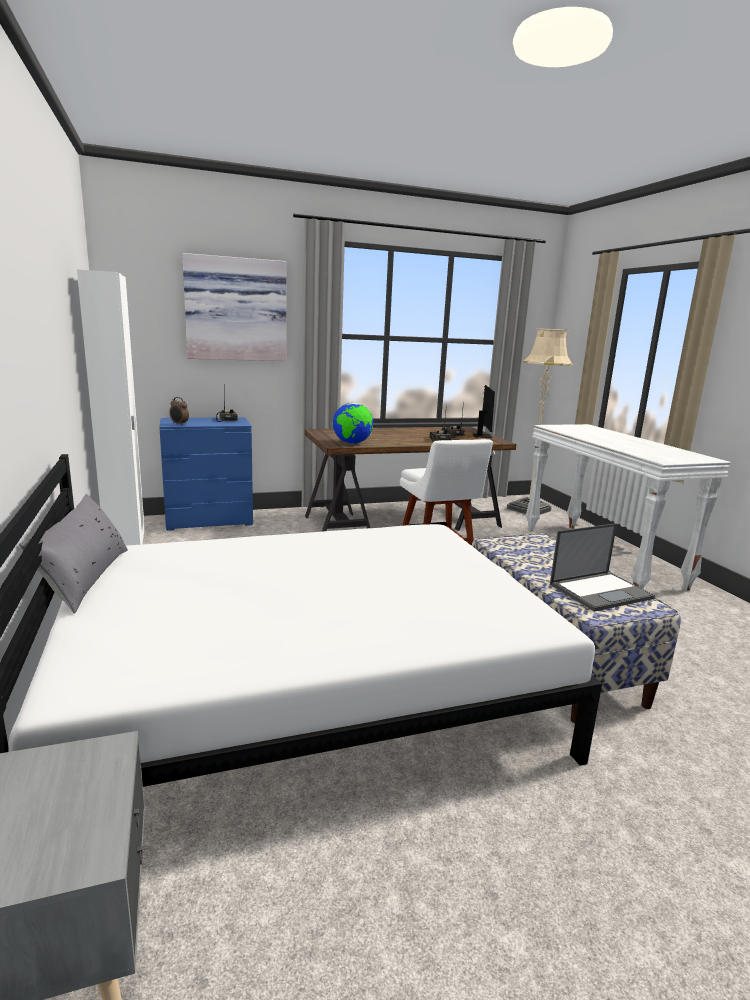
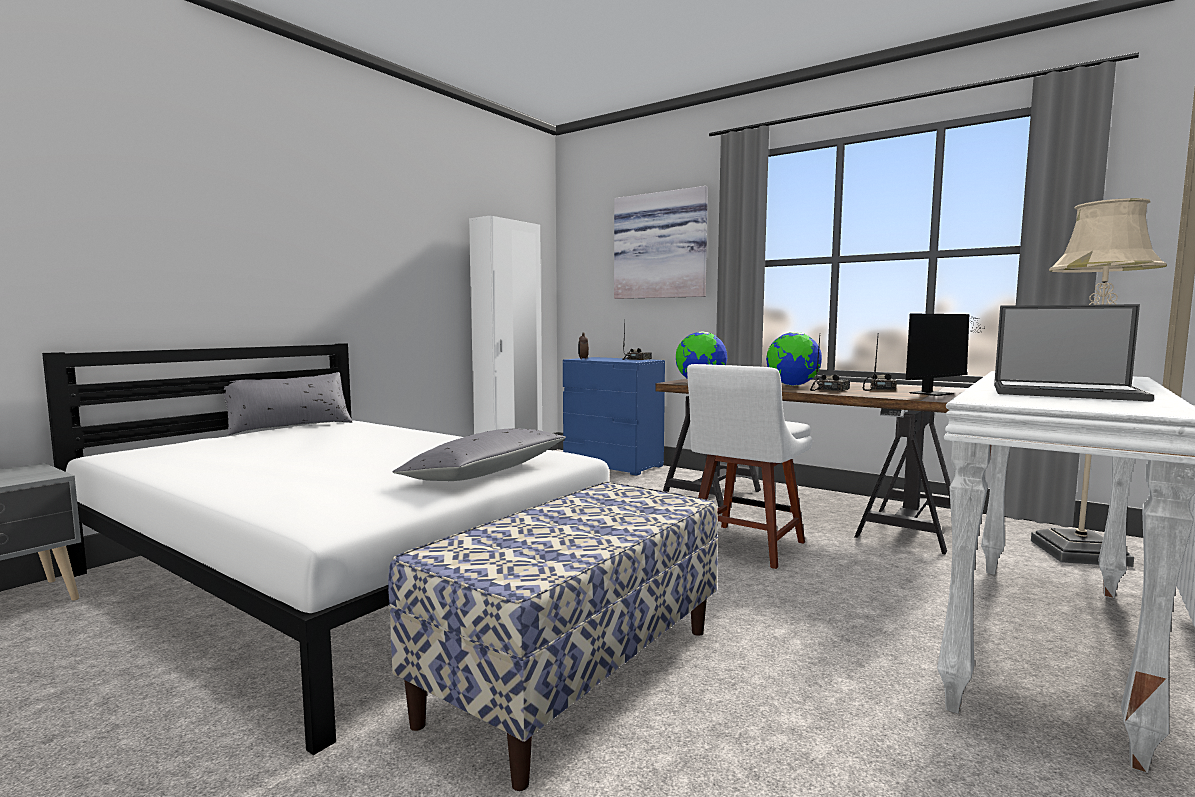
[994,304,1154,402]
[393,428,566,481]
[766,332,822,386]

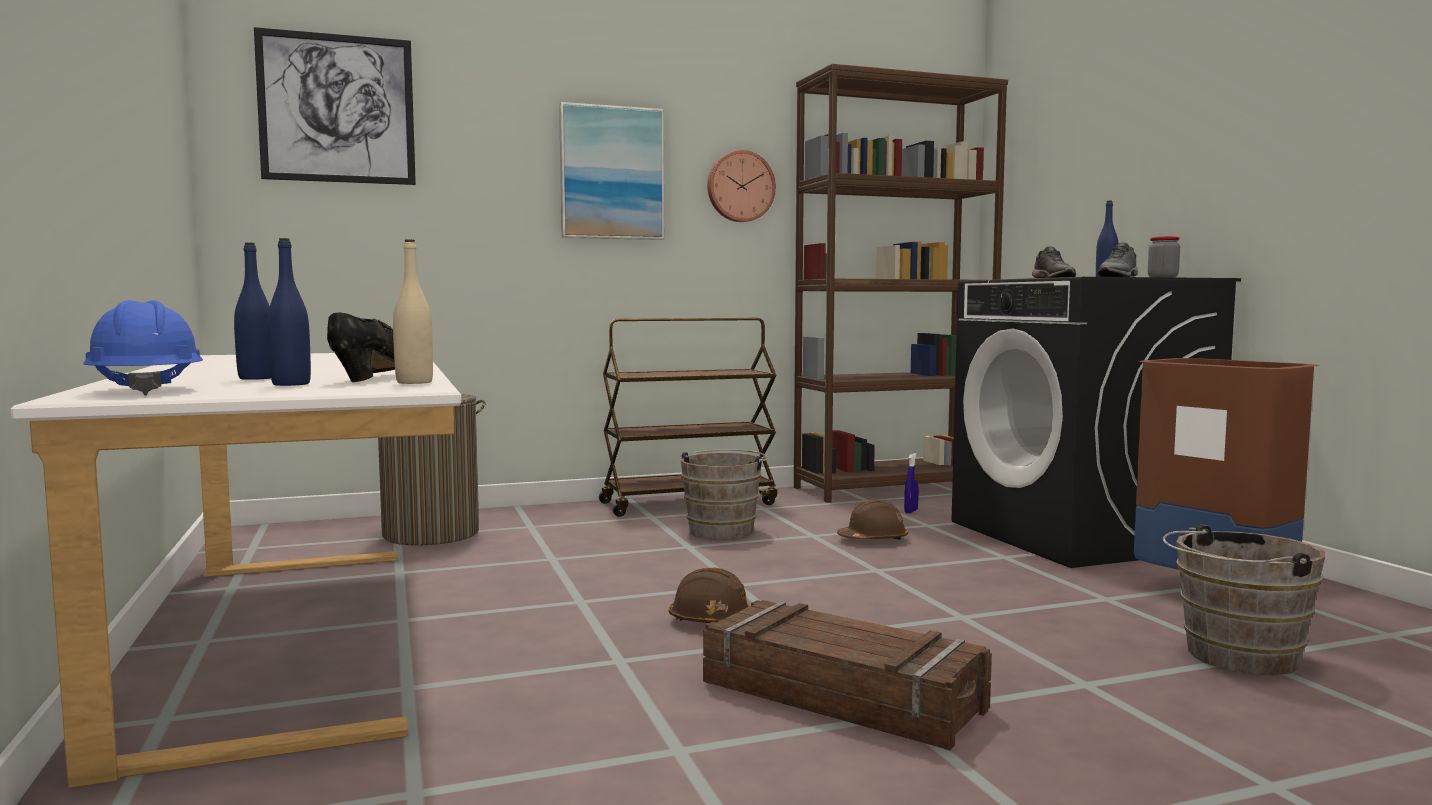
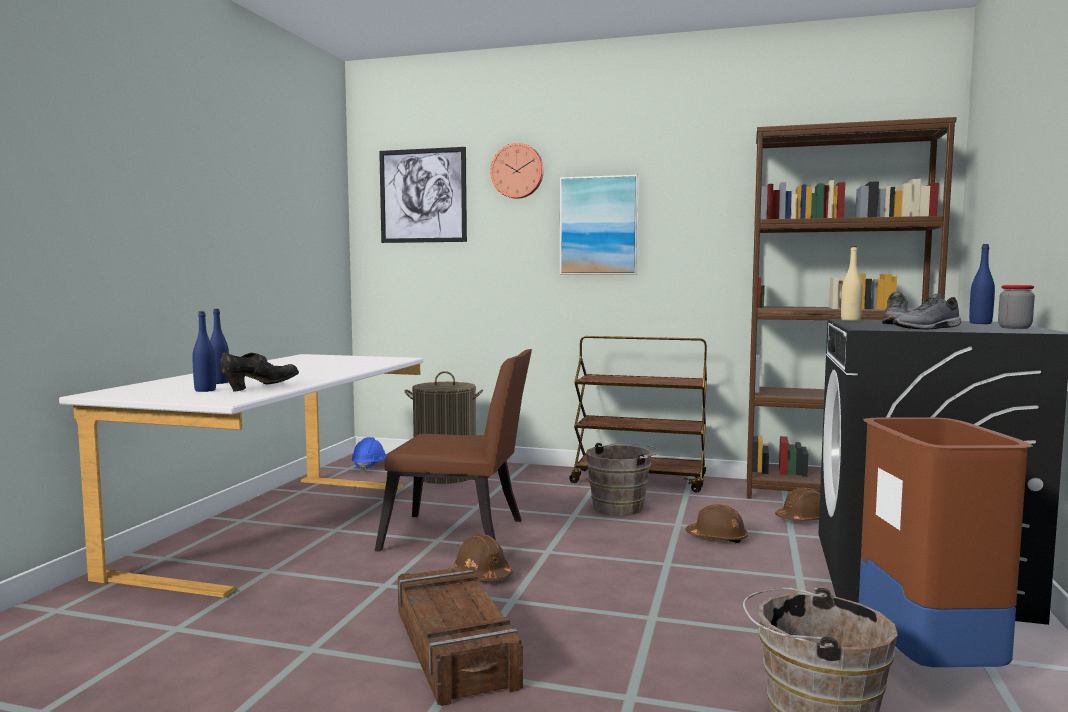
[351,437,387,472]
[841,246,863,321]
[490,143,544,199]
[775,488,820,521]
[375,349,532,552]

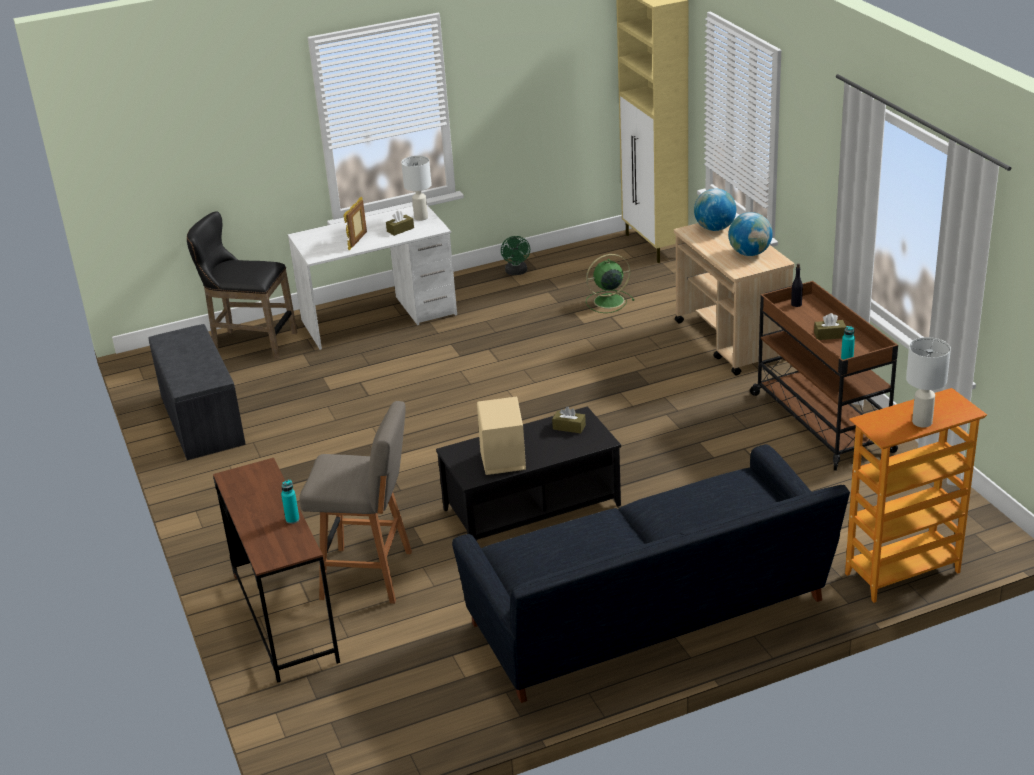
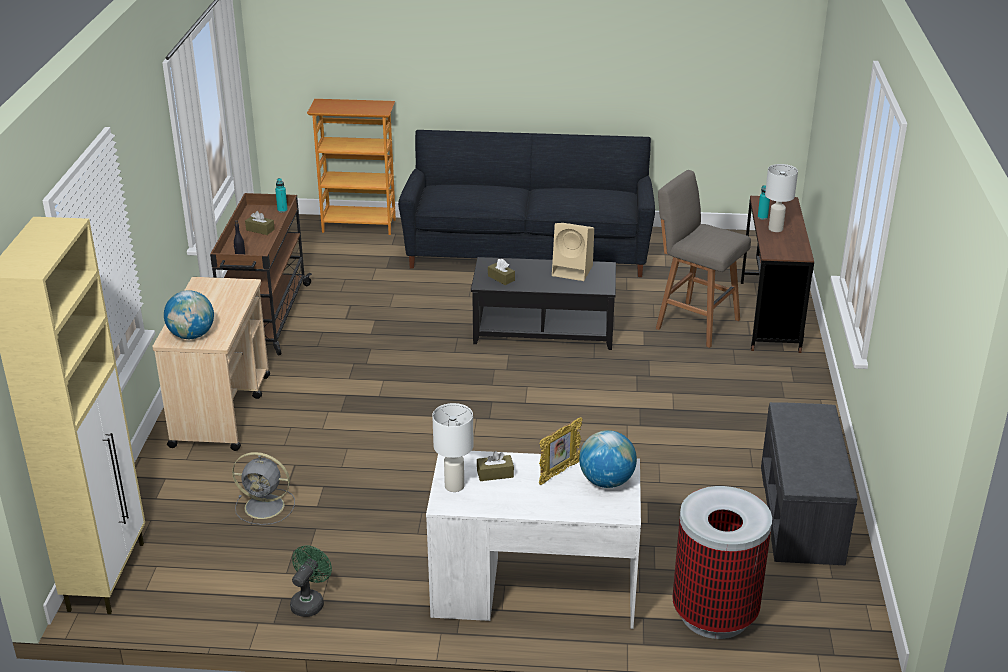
[672,486,772,639]
[232,452,295,525]
[579,430,637,488]
[765,164,798,232]

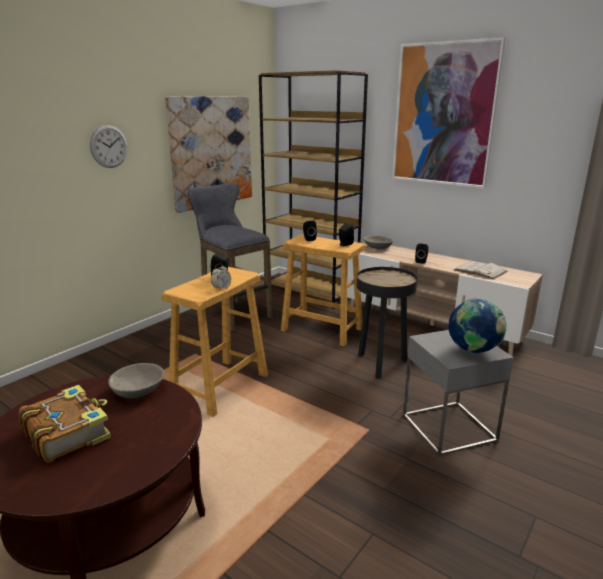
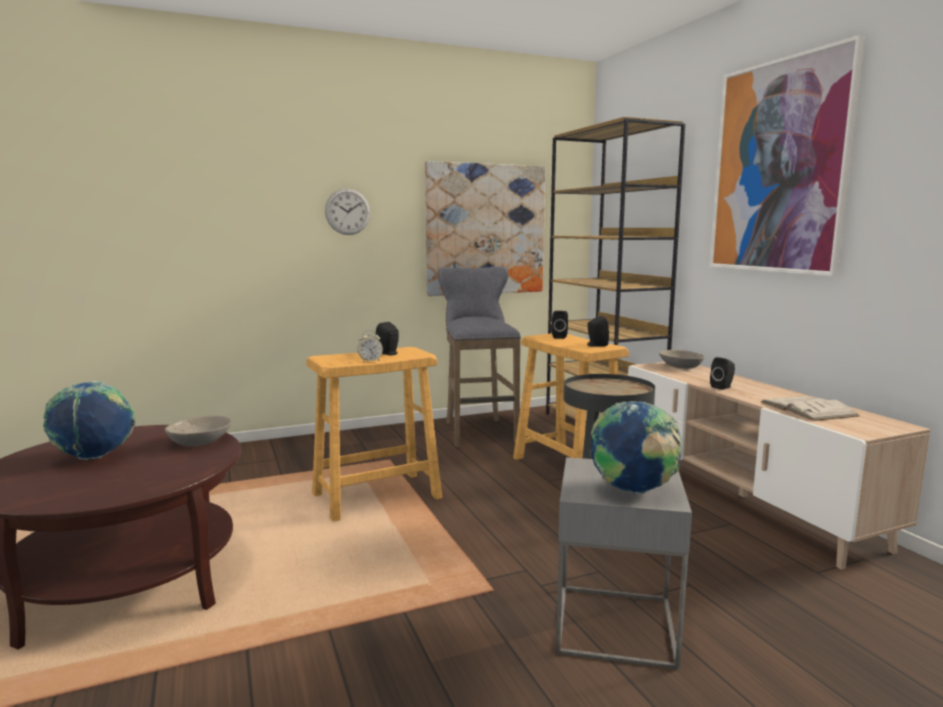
[43,381,135,460]

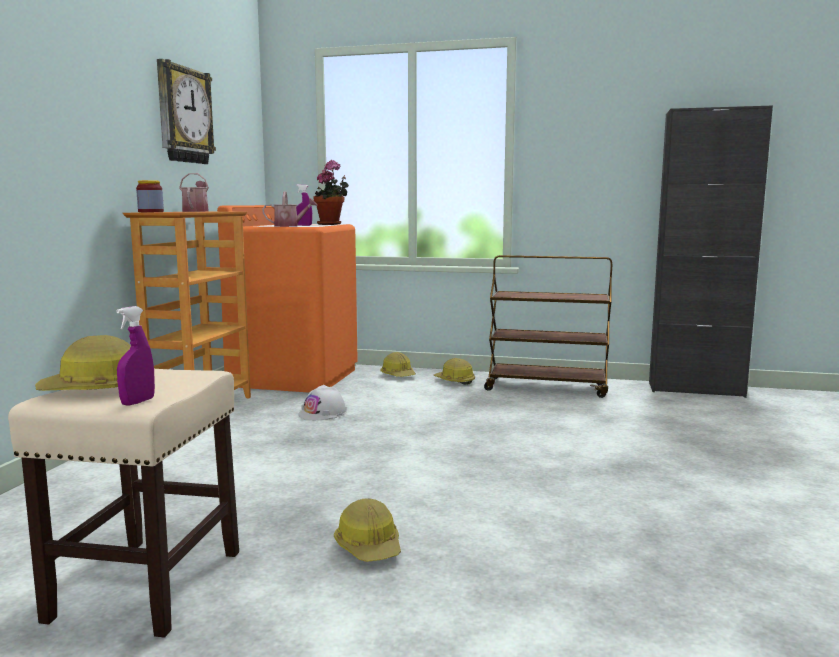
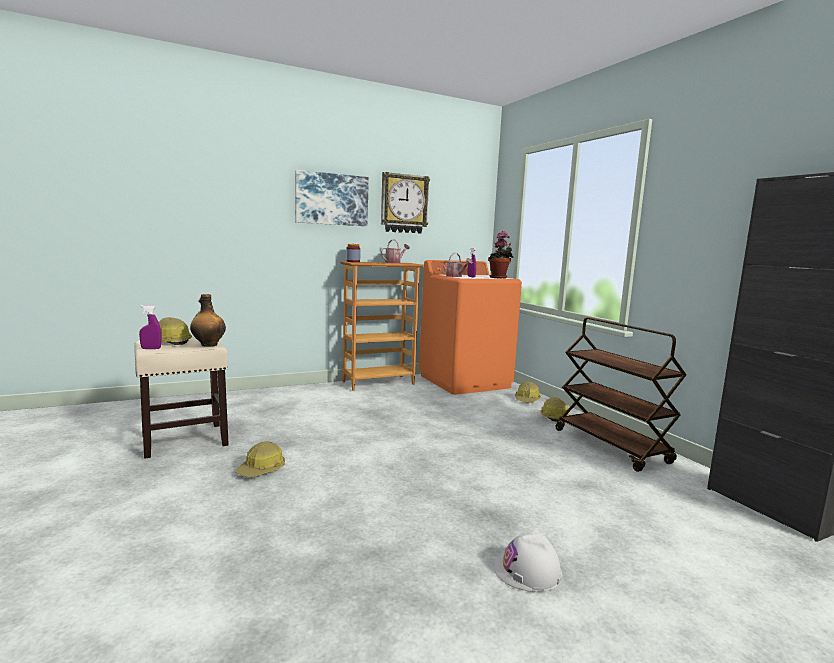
[494,533,563,592]
[190,294,226,347]
[295,170,369,226]

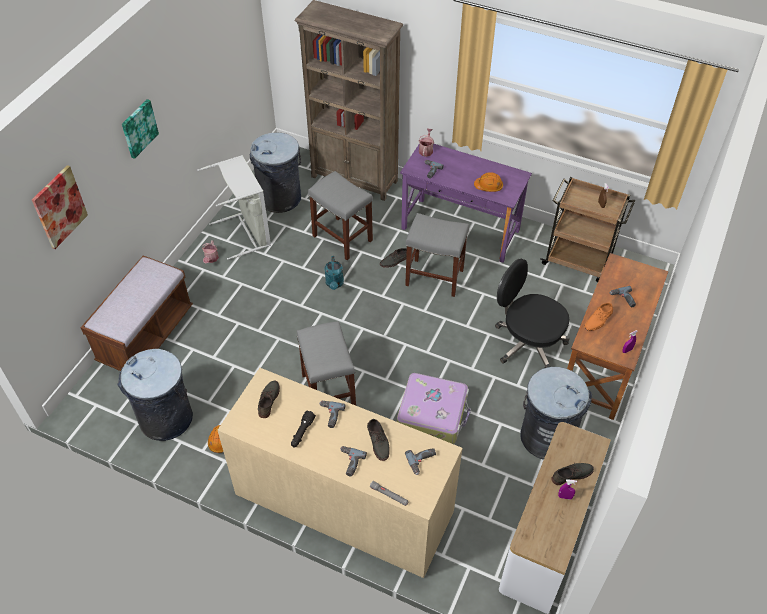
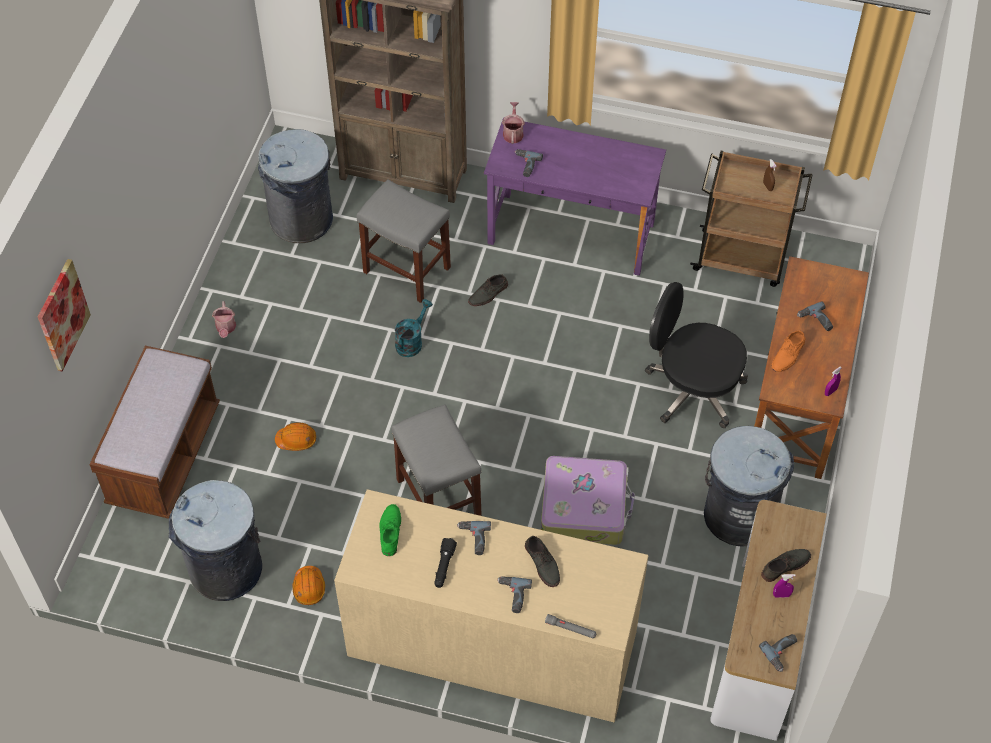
[122,99,159,159] (first image)
[197,155,271,260] (first image)
[380,504,401,556]
[395,299,433,357]
[405,213,469,297] (first image)
[759,634,797,672]
[275,423,316,451]

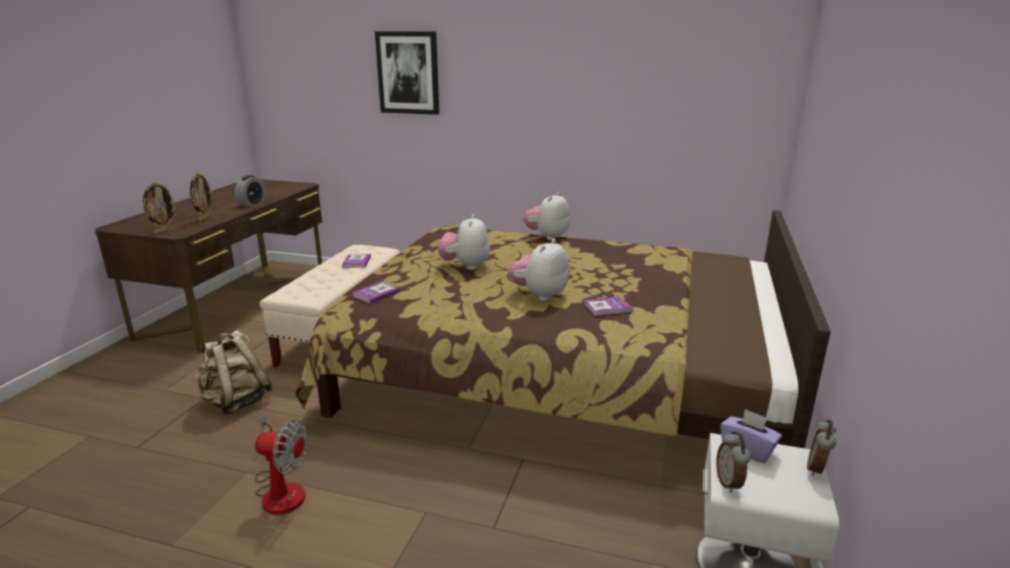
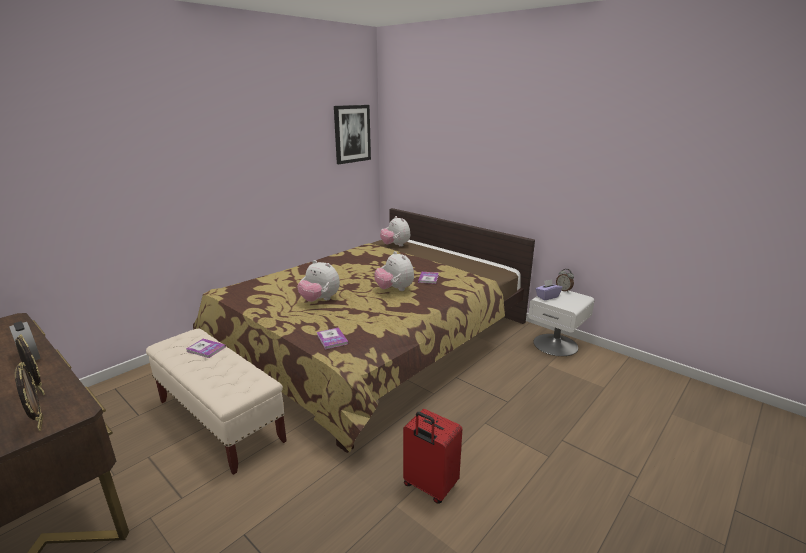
[194,330,272,415] (first image)
[403,409,462,503]
[334,105,371,164]
[380,216,410,247]
[716,432,751,493] (first image)

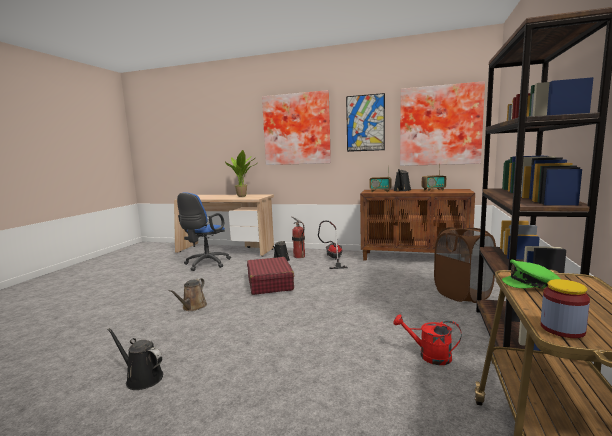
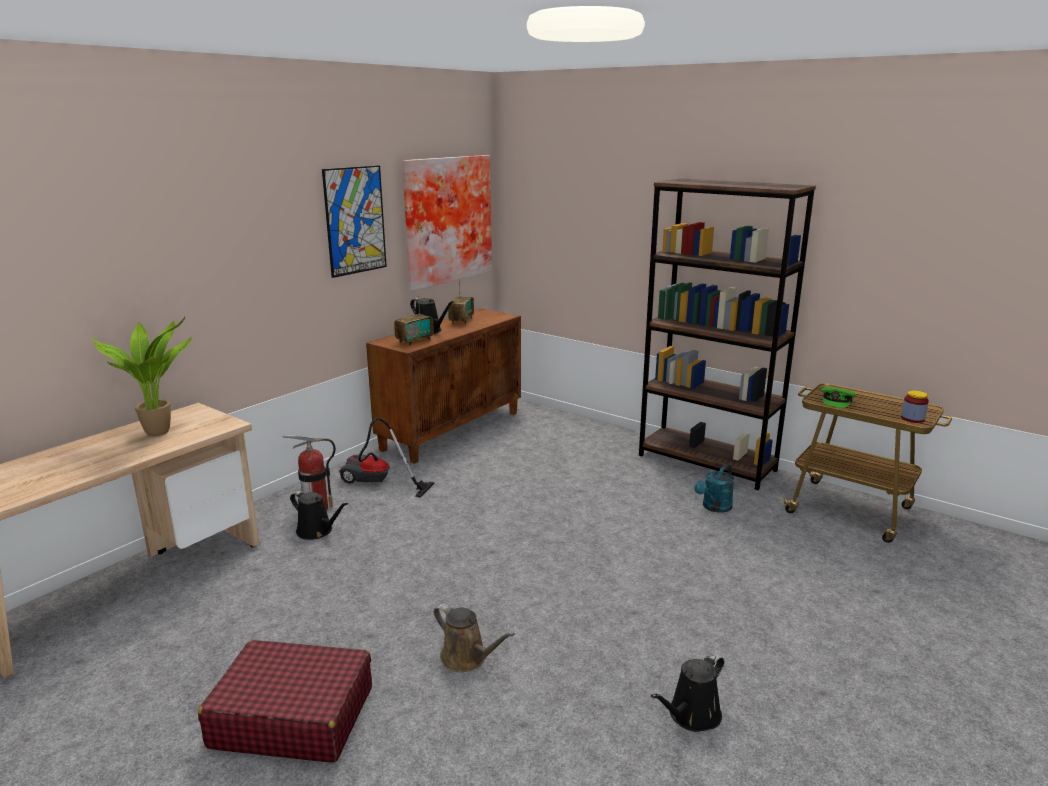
[177,192,231,271] (first image)
[198,640,372,763]
[262,90,331,165] (first image)
[694,464,735,513]
[434,227,496,303] (first image)

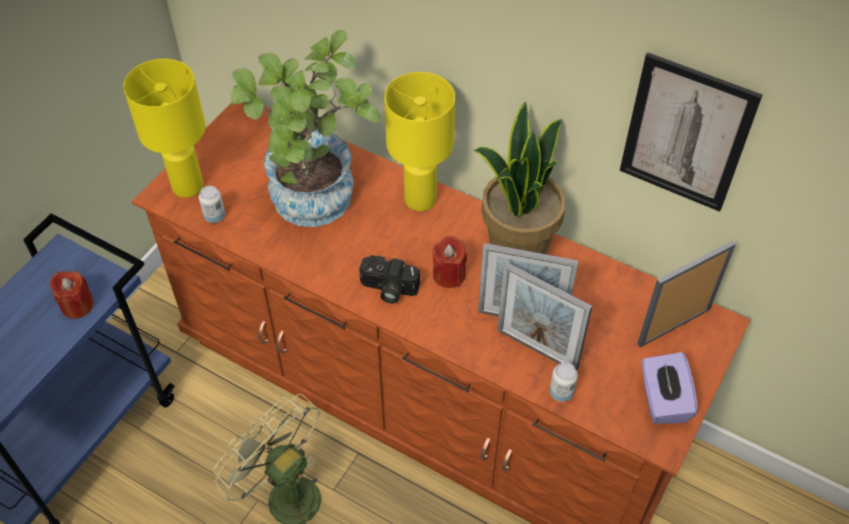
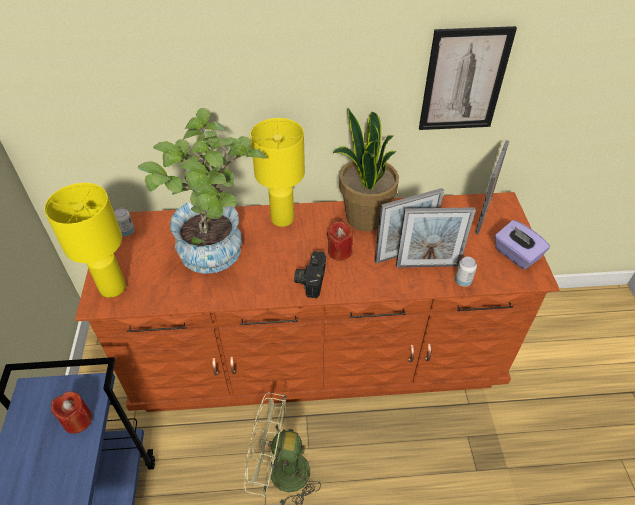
[114,208,135,236]
[294,251,326,298]

